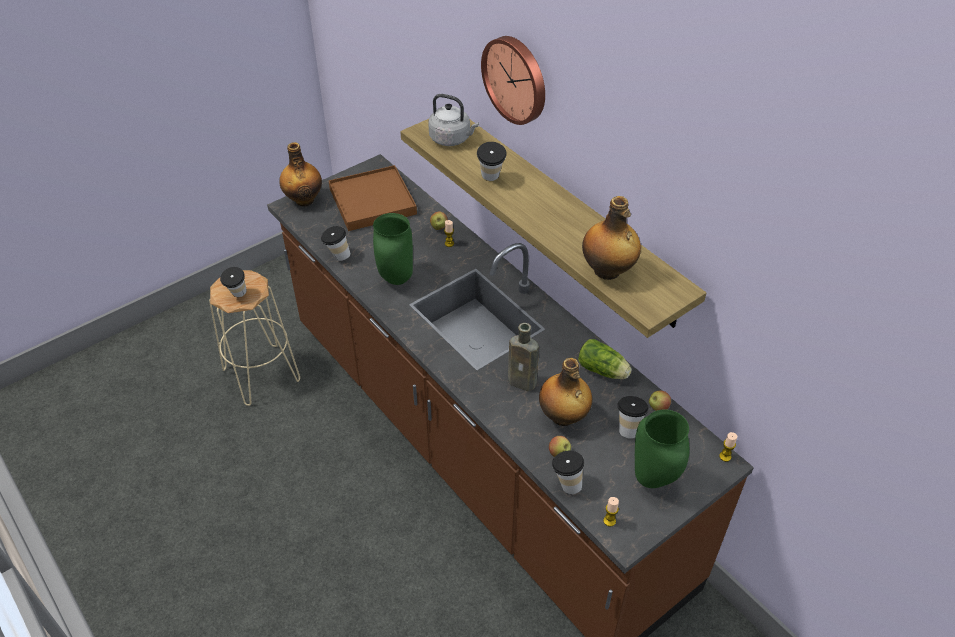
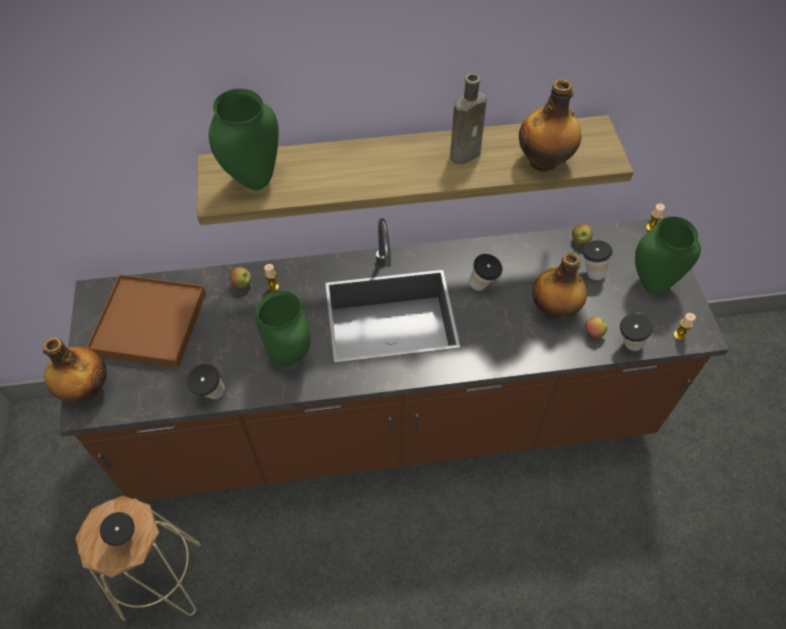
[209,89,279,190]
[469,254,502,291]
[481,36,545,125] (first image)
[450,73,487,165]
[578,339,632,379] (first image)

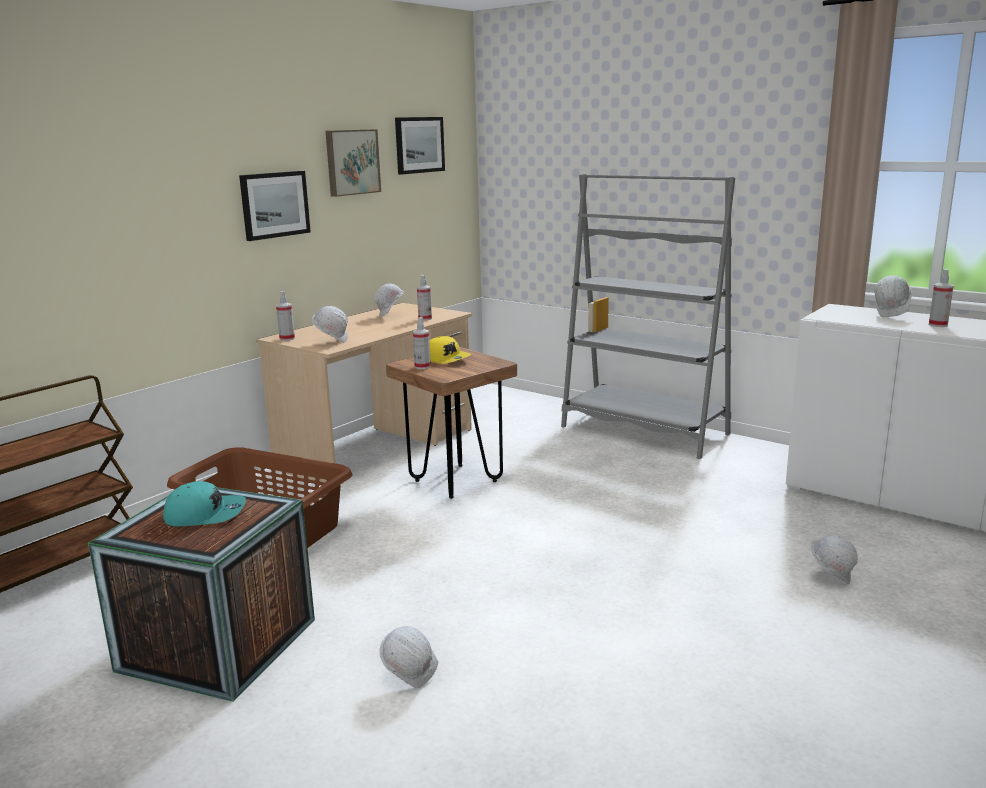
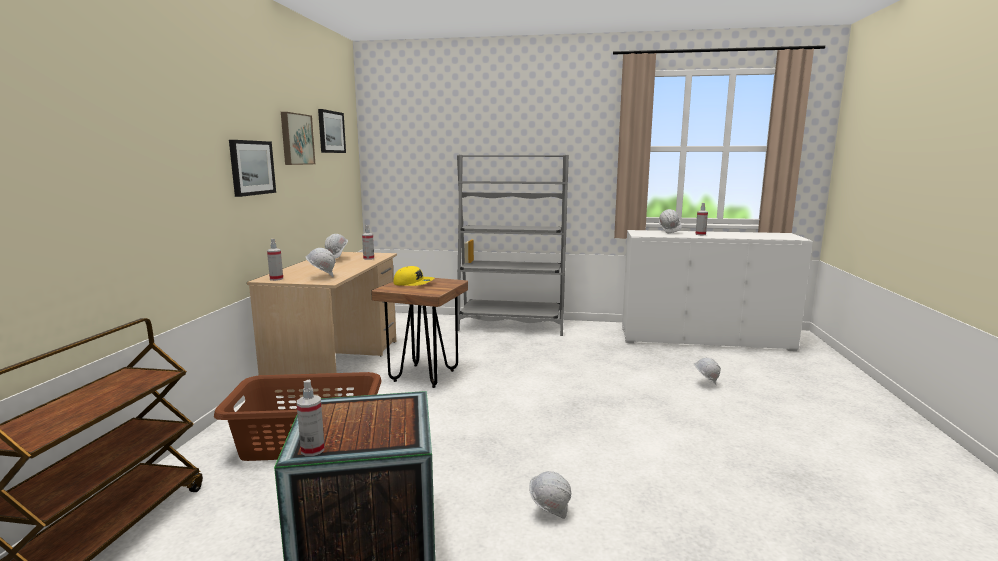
[163,481,246,526] (first image)
[297,380,325,456]

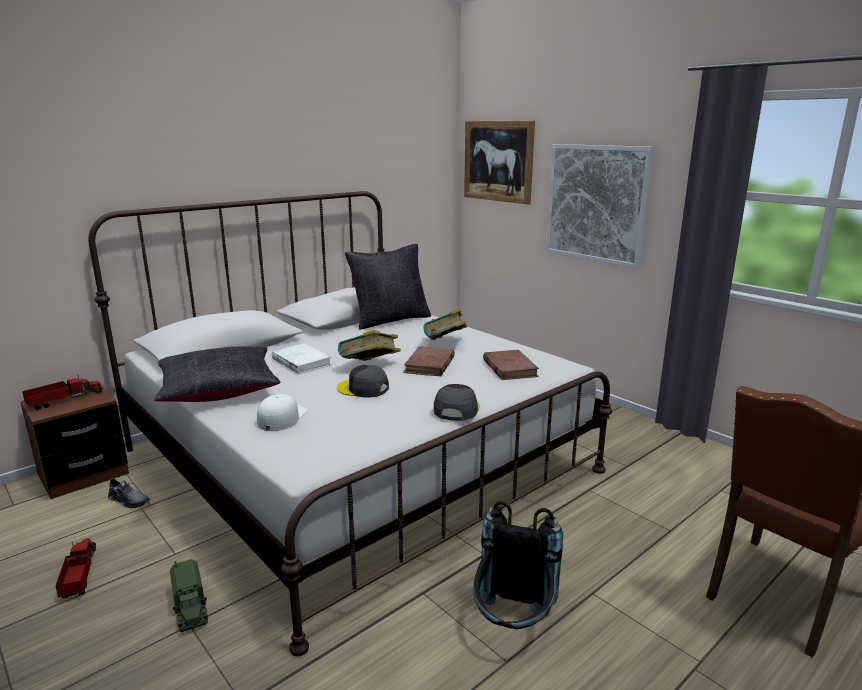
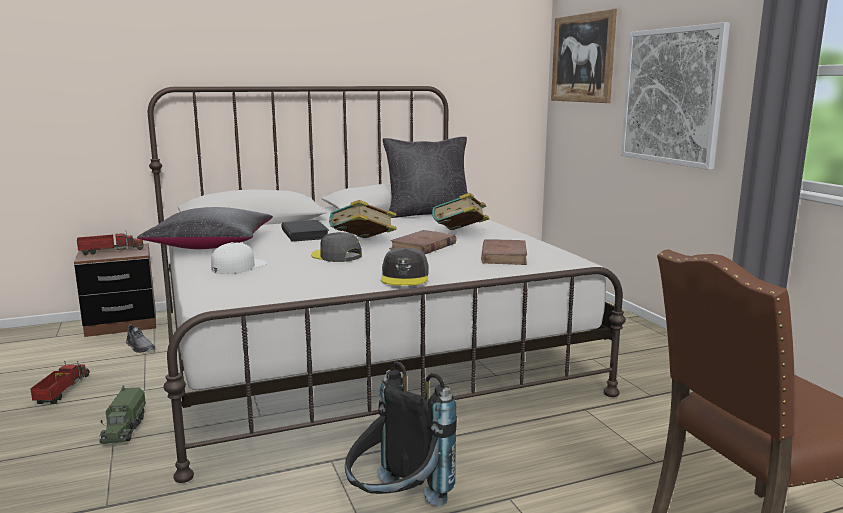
[281,220,329,242]
[381,248,428,286]

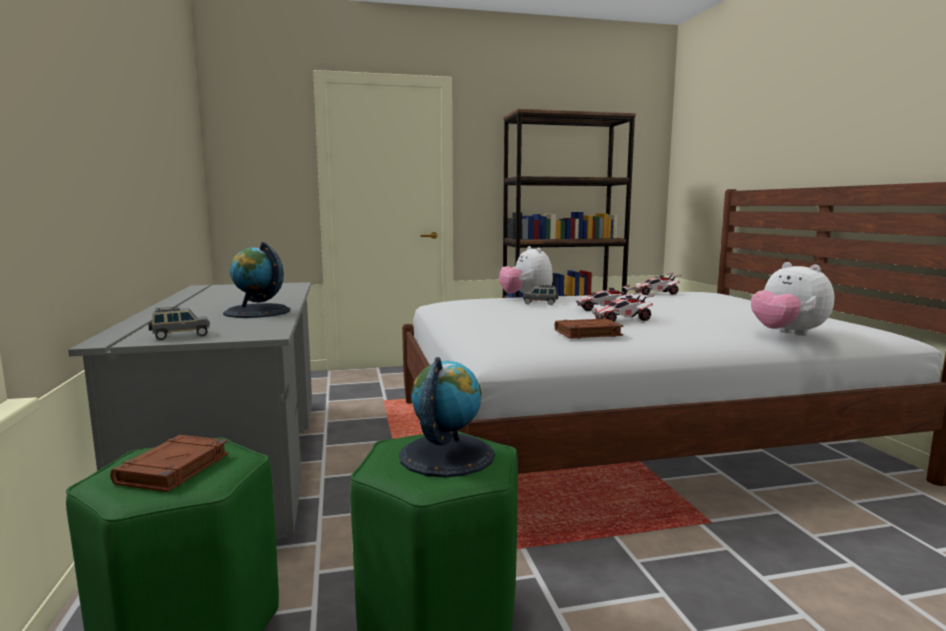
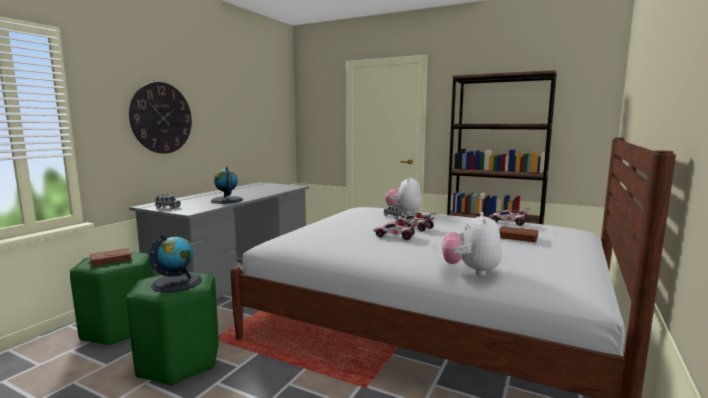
[499,226,538,243]
[129,82,192,154]

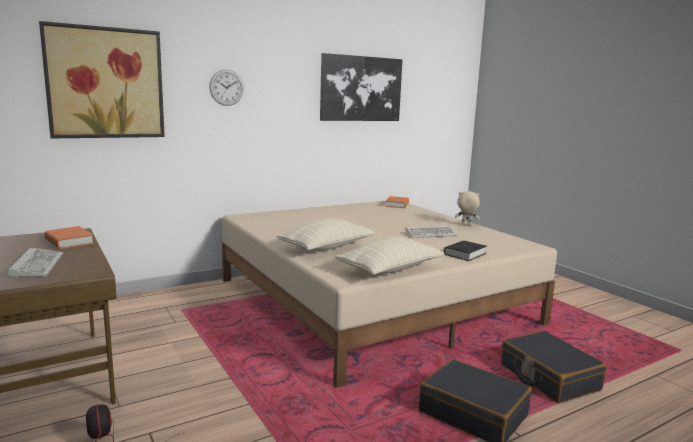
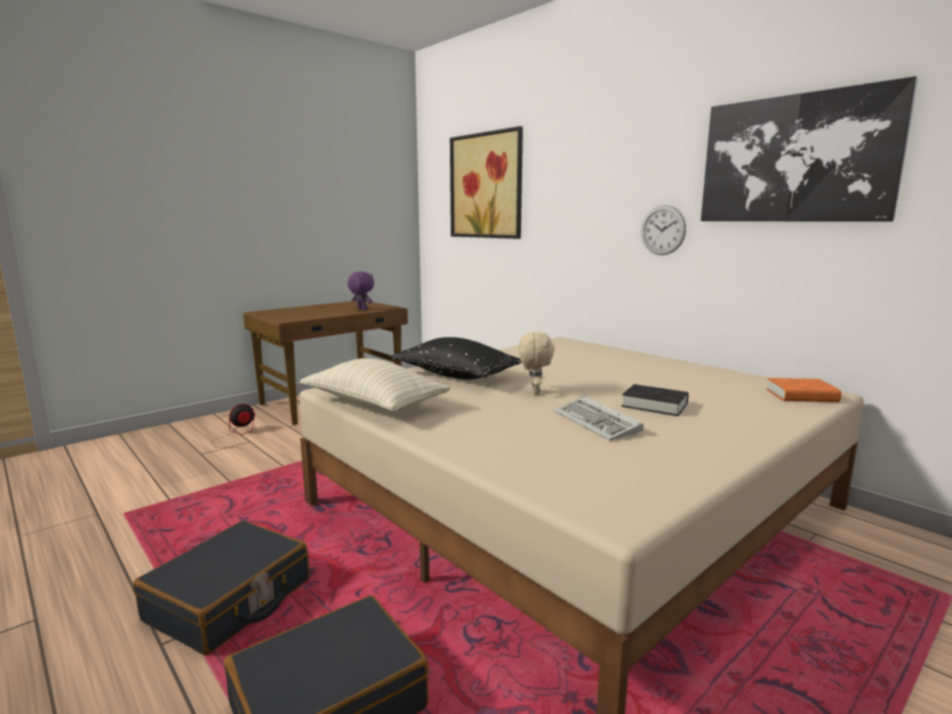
[8,248,63,278] (first image)
[347,271,374,310]
[641,205,686,255]
[391,337,522,380]
[622,384,689,416]
[519,332,555,395]

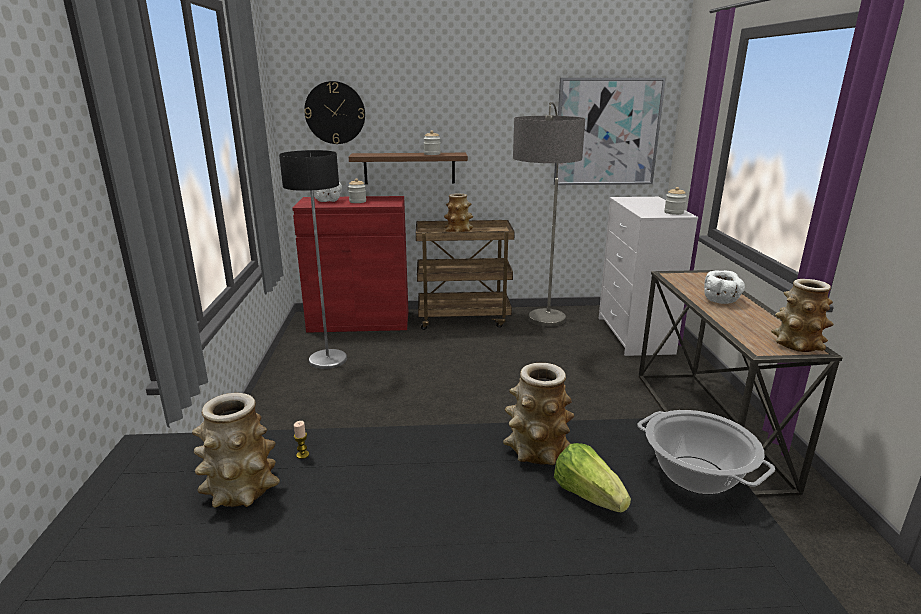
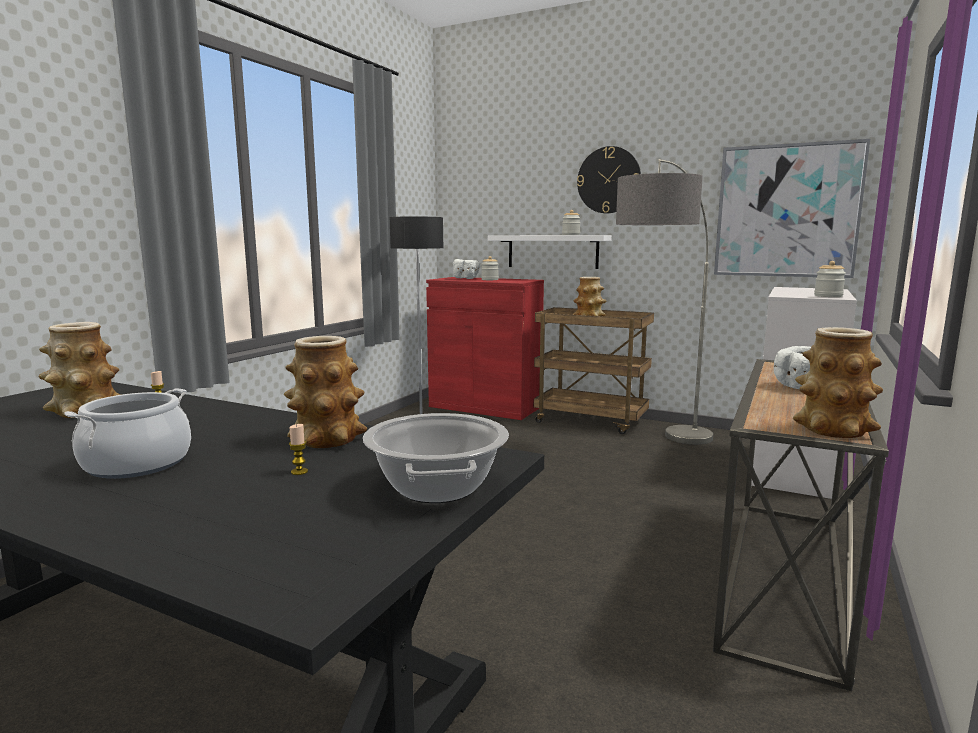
[577,146,641,213]
[488,235,612,269]
[289,424,308,475]
[64,389,191,479]

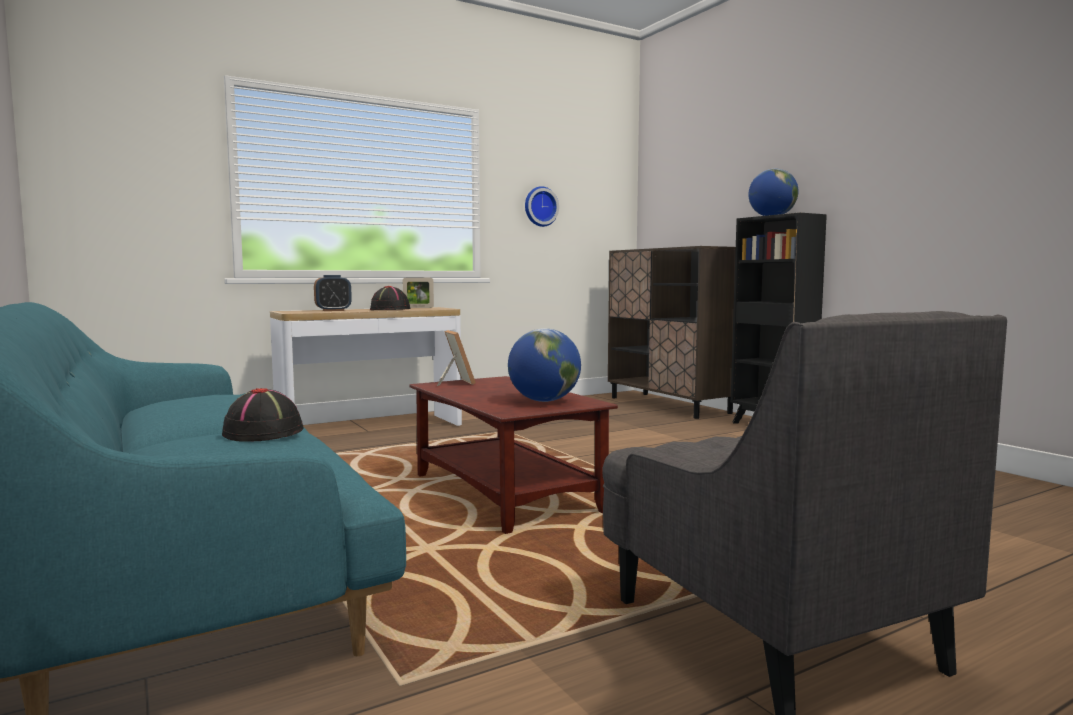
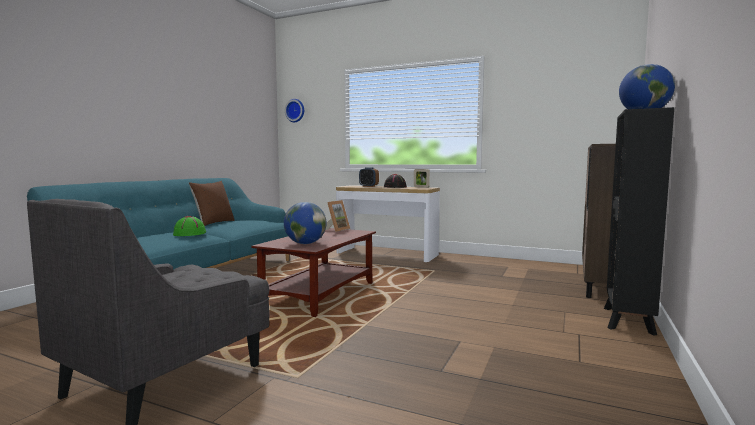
[173,216,206,236]
[285,99,304,122]
[189,181,235,226]

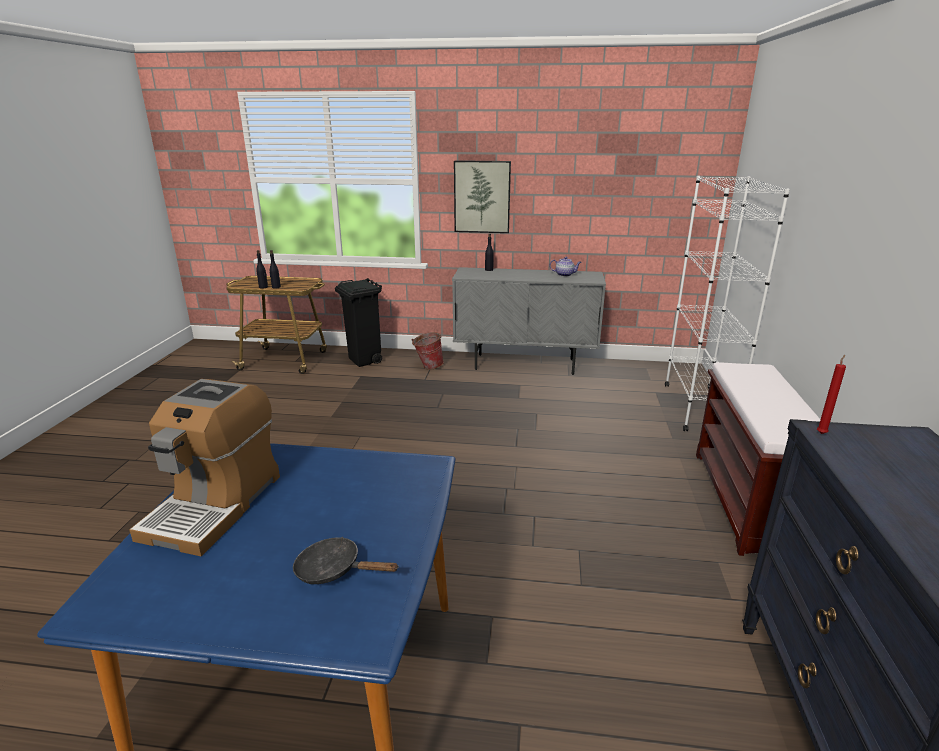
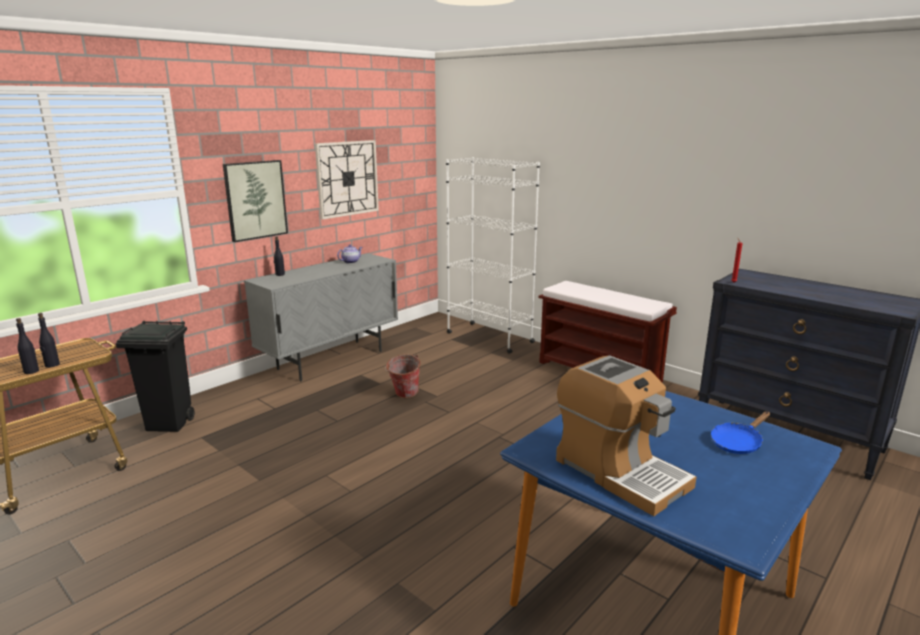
[711,411,770,454]
[385,354,420,398]
[315,140,379,220]

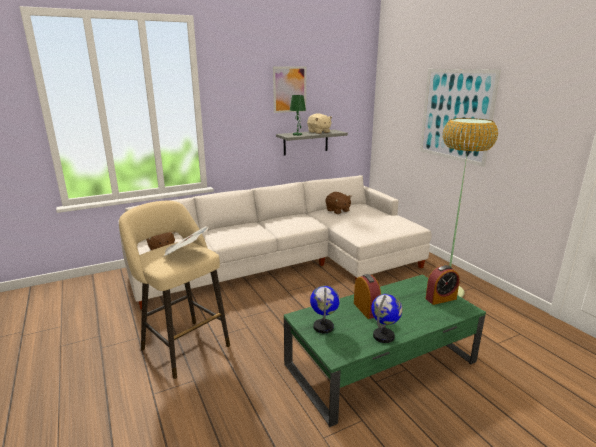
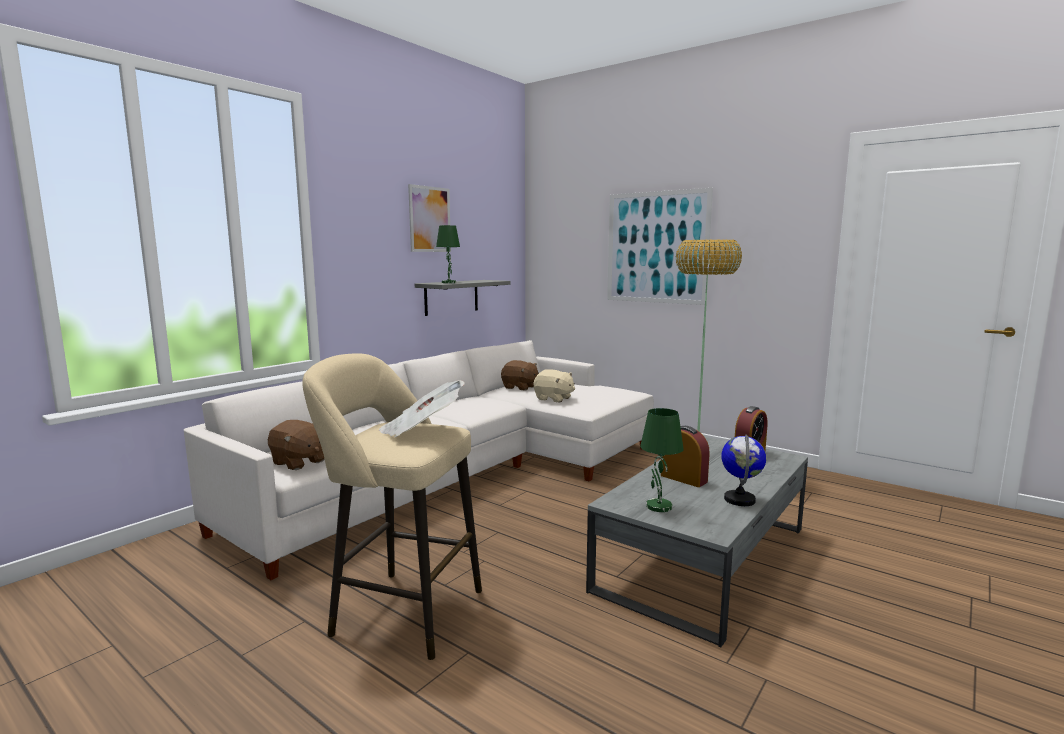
[586,437,808,648]
[534,369,575,403]
[640,408,684,512]

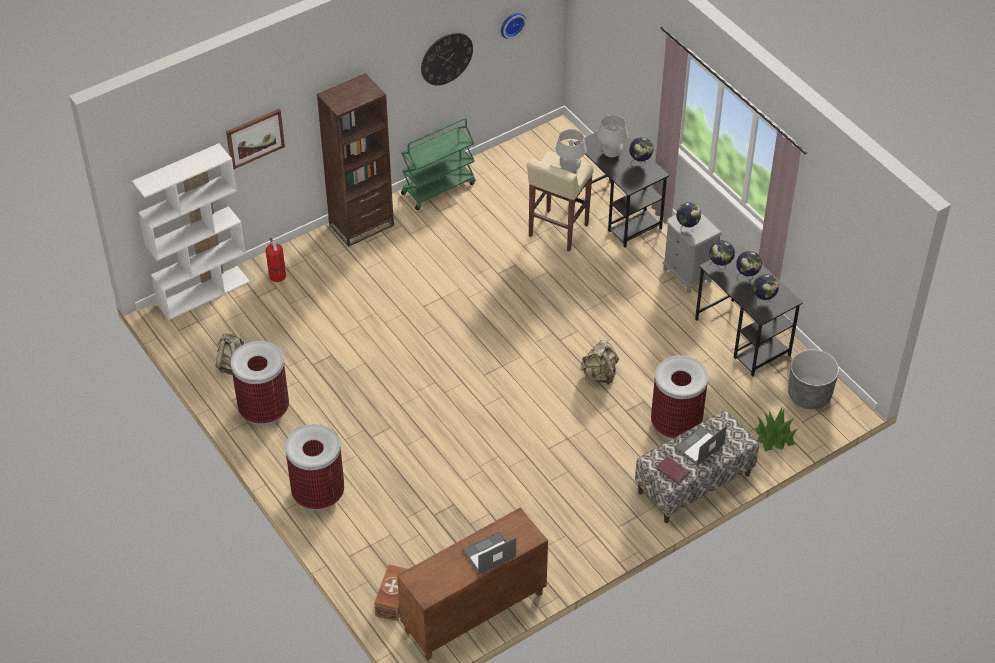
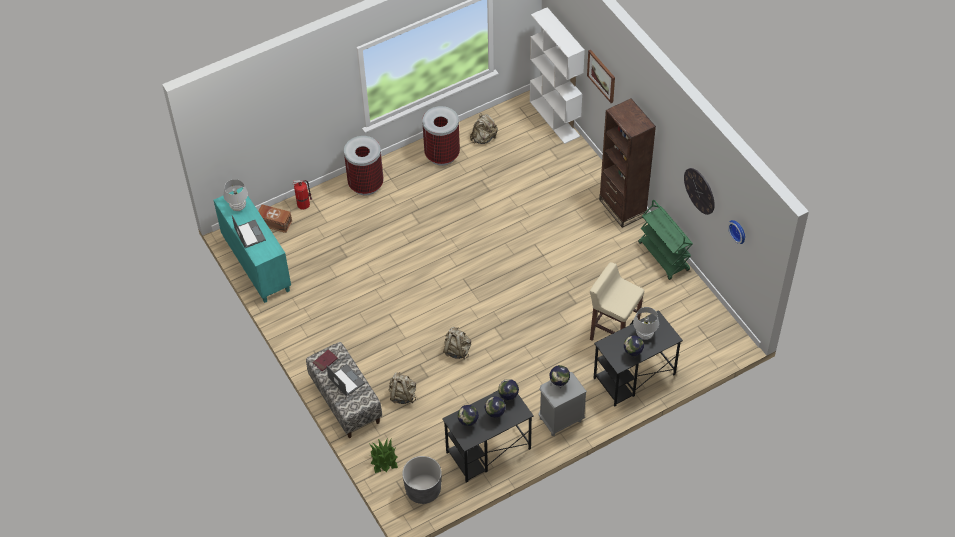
[293,180,312,210]
[214,187,291,303]
[223,179,248,211]
[388,372,416,404]

